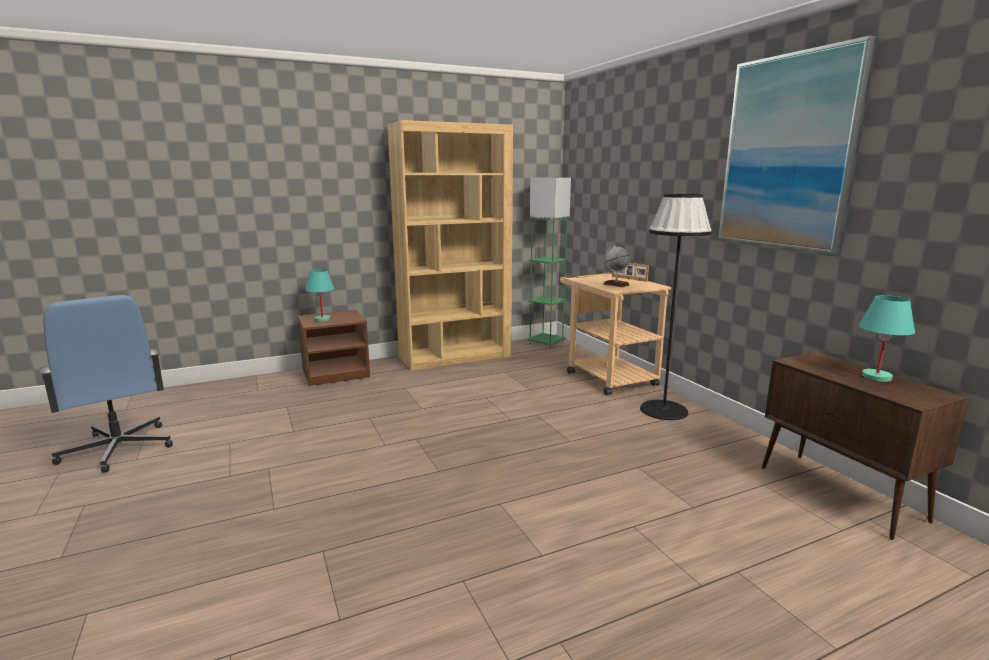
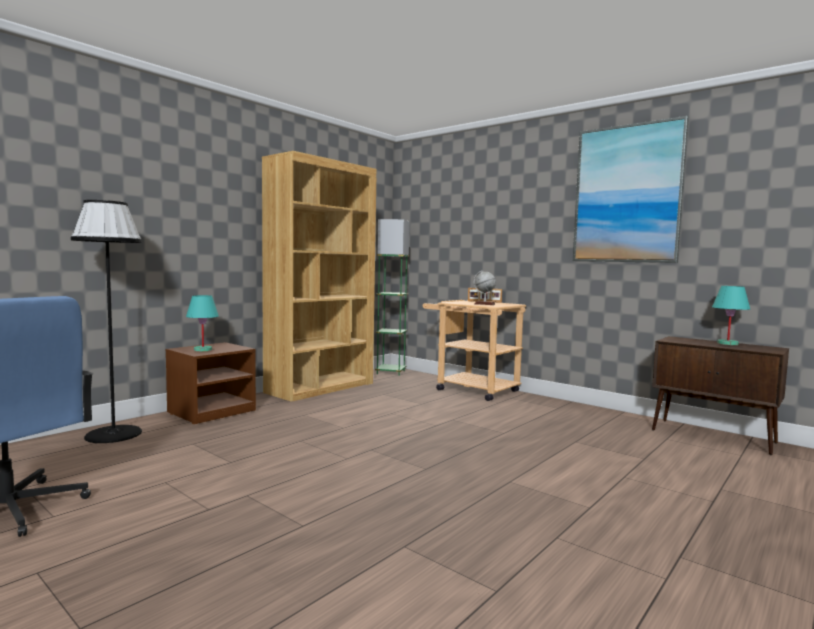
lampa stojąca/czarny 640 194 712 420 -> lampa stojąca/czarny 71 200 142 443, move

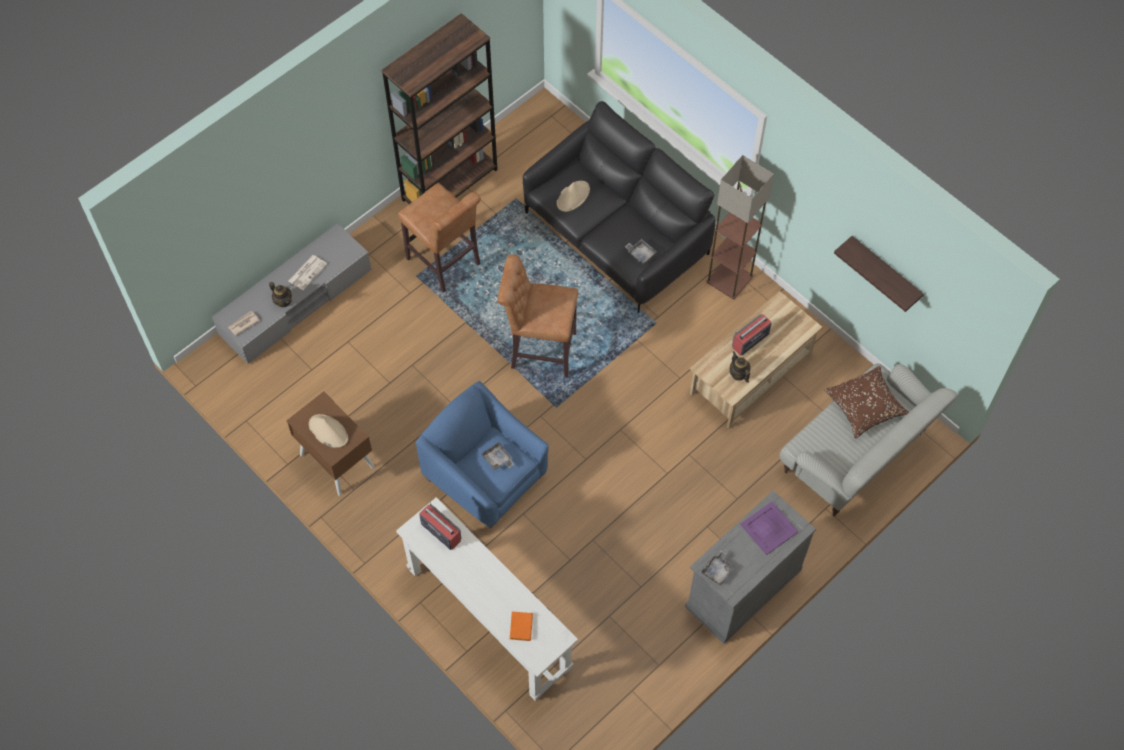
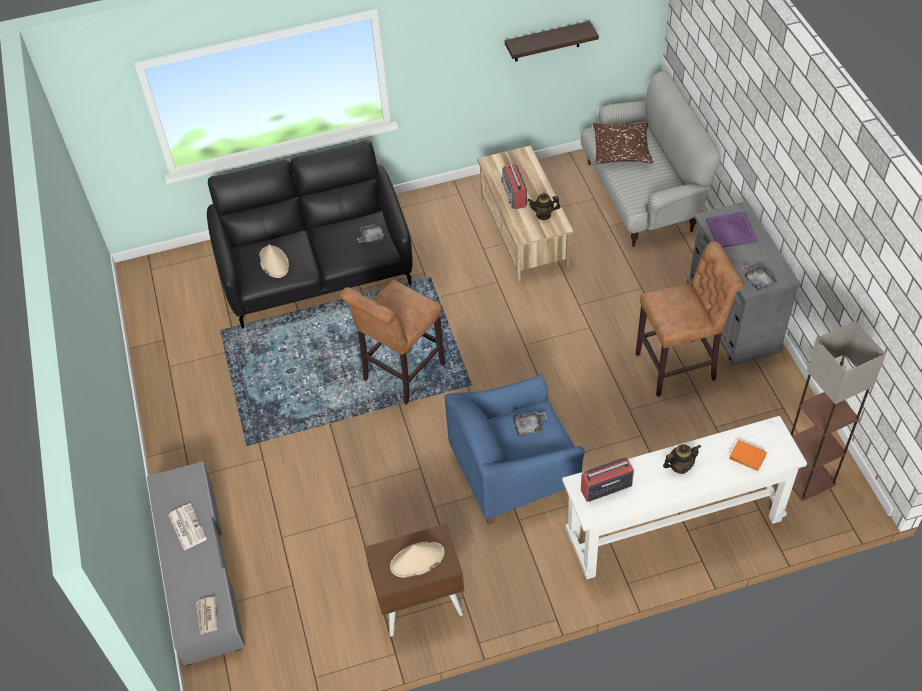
imbryk 269 282 292 307 -> imbryk 663 444 701 474, move
regał/brązowy 381 13 498 204 -> none
stołek/brązowy 398 183 481 293 -> stołek/brązowy 636 241 744 397, move
lampa stojąca 706 155 774 300 -> lampa stojąca 791 321 886 501, move

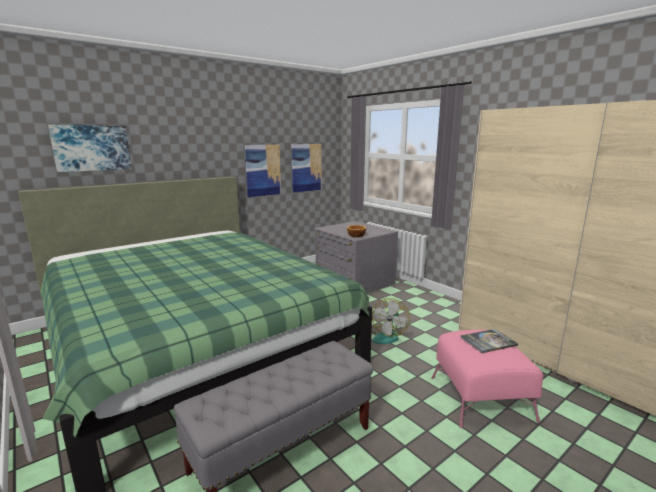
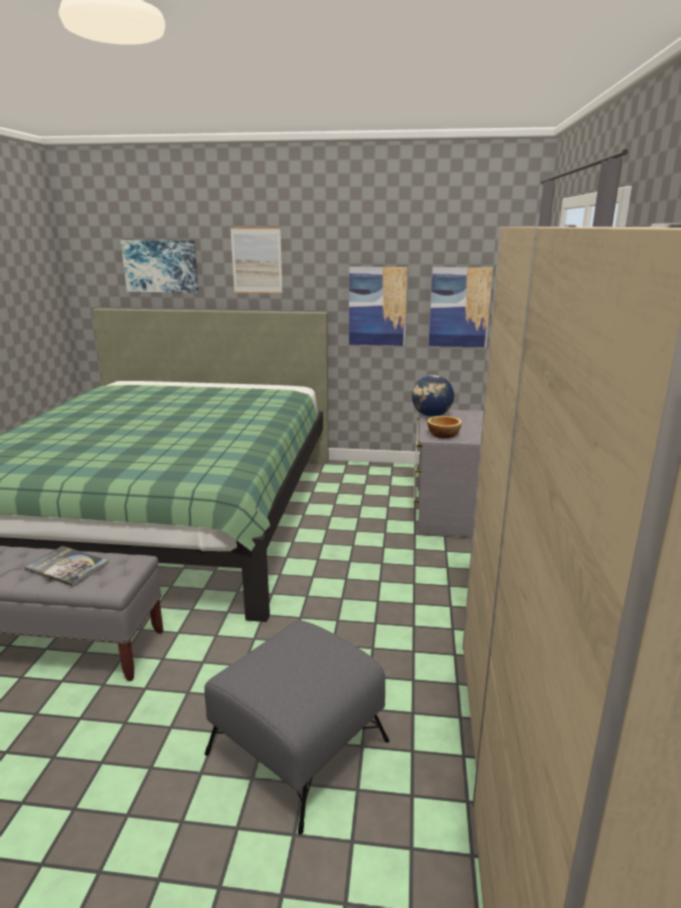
wentylator 371 298 410 344 -> none
pufa/różowy 431 330 543 428 -> pufa/szary 204 620 389 835
książka 460 329 518 353 -> książka 24 546 109 586, move
none -> obraz 230 227 283 294
none -> globus 412 375 454 417

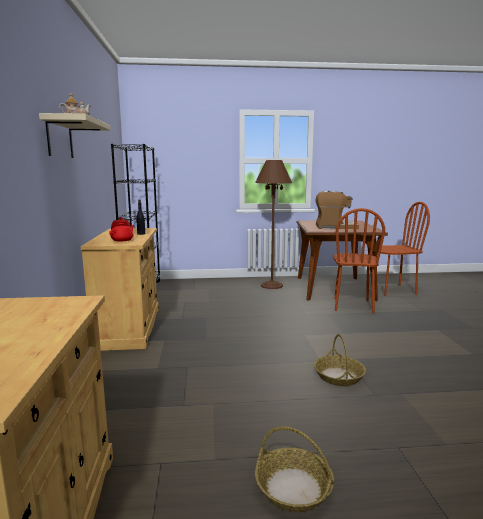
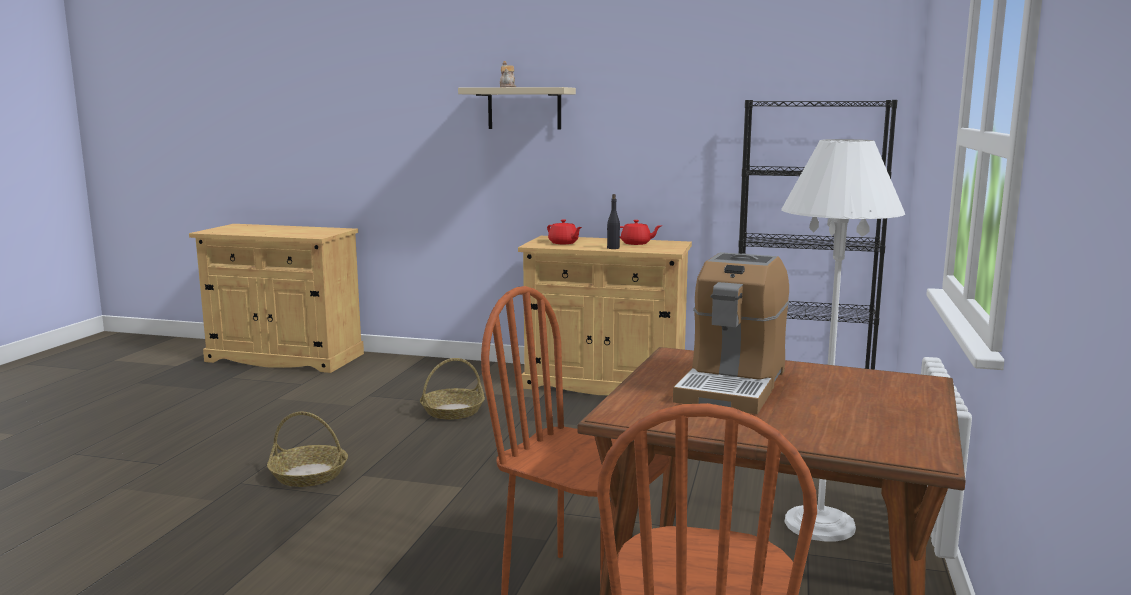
lampa stojąca/brązowy 255 160 292 289 -> lampa stojąca/biały 781 139 905 542
koszyk 255 426 334 512 -> koszyk 420 358 485 419, move

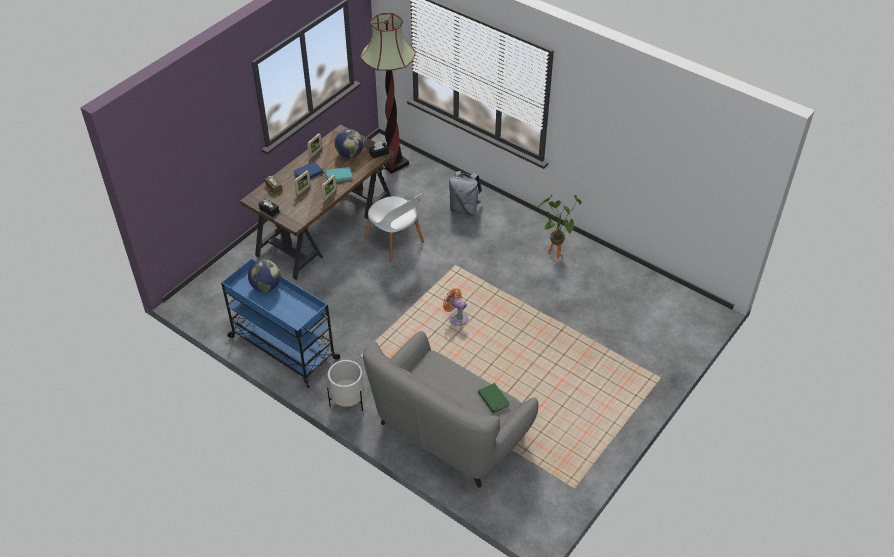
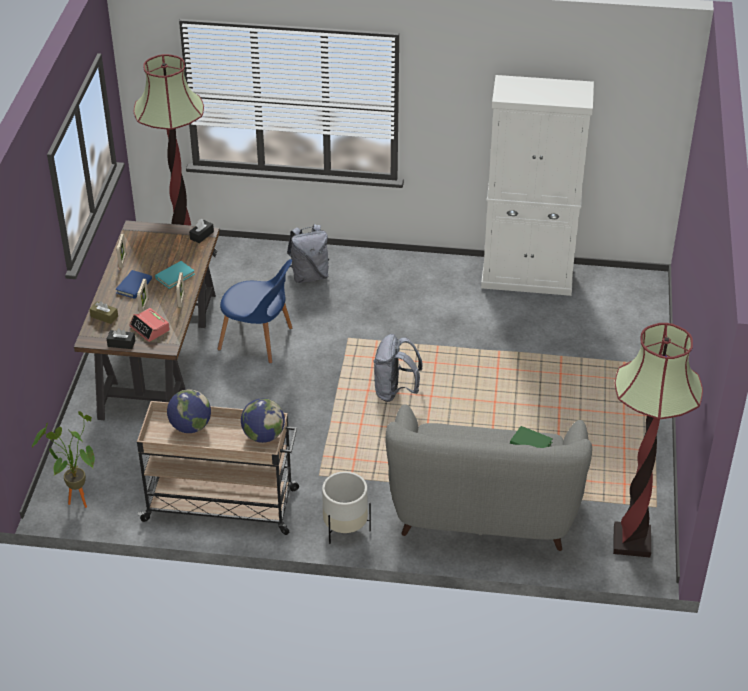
wózek/niebieski 221 258 340 388 -> wózek/beżowy 137 401 299 535
globus 335 129 363 158 -> globus 241 398 285 443, move
krzesło/biały 364 193 424 262 -> krzesło/niebieski 217 259 292 363
wentylator/pomarańczowy 443 288 468 326 -> plecak/szary 373 334 423 402
roślina doniczkowa 538 195 582 259 -> roślina doniczkowa 32 411 95 508, move
none -> budzik 129 308 170 342
none -> szafka/biały 481 75 594 296
none -> lampa stojąca 613 323 703 557

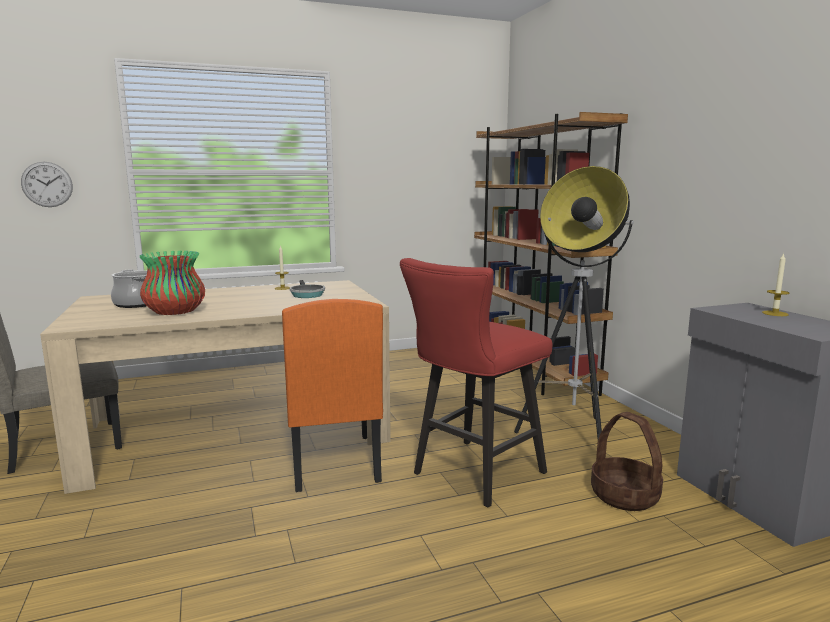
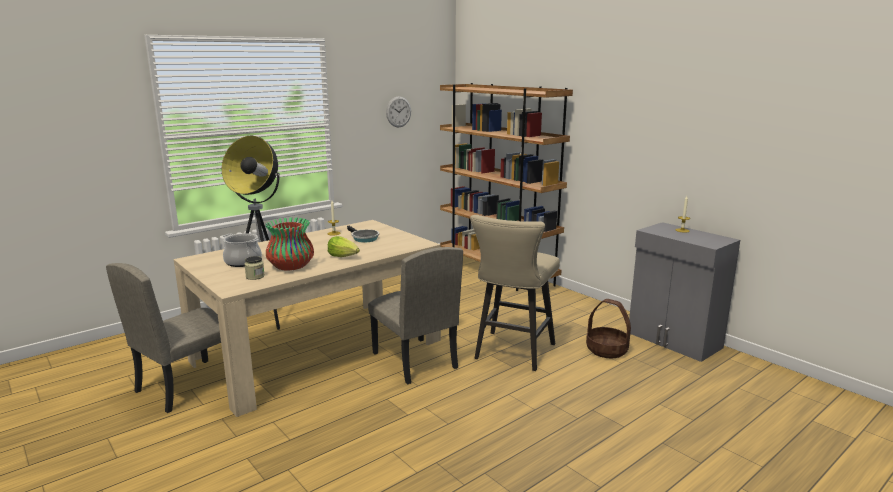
zegar ścienny 21 162 73 207 -> zegar ścienny 386 96 411 127, move
krzesło/pomarańczowy 282 299 383 492 -> krzesło/beżowy 368 247 463 384
stołek/czerwony 400 258 552 507 -> stołek/beżowy 470 215 560 371
lampa stojąca 514 166 634 439 -> lampa stojąca 222 136 280 330, move
none -> słoik 244 256 265 280
none -> sałata 328 236 360 257

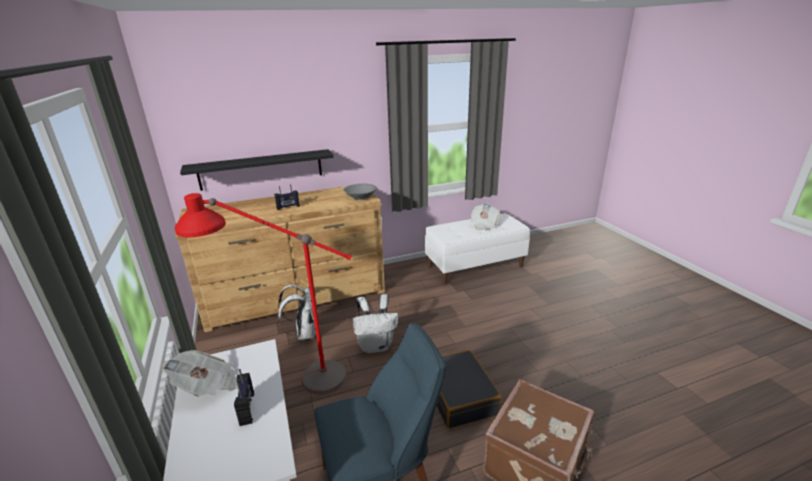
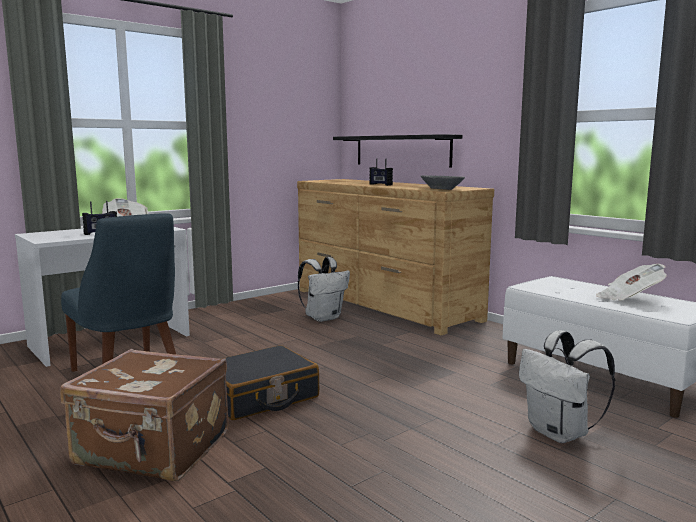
lampa stojąca/czerwony 175 193 352 395 -> none
plecak/biały 353 294 398 353 -> plecak/biały 519 330 616 443, move

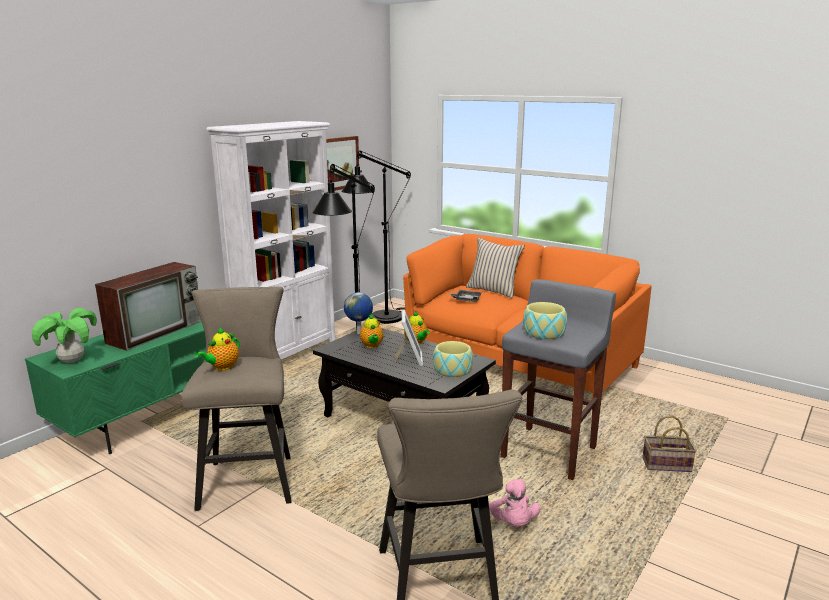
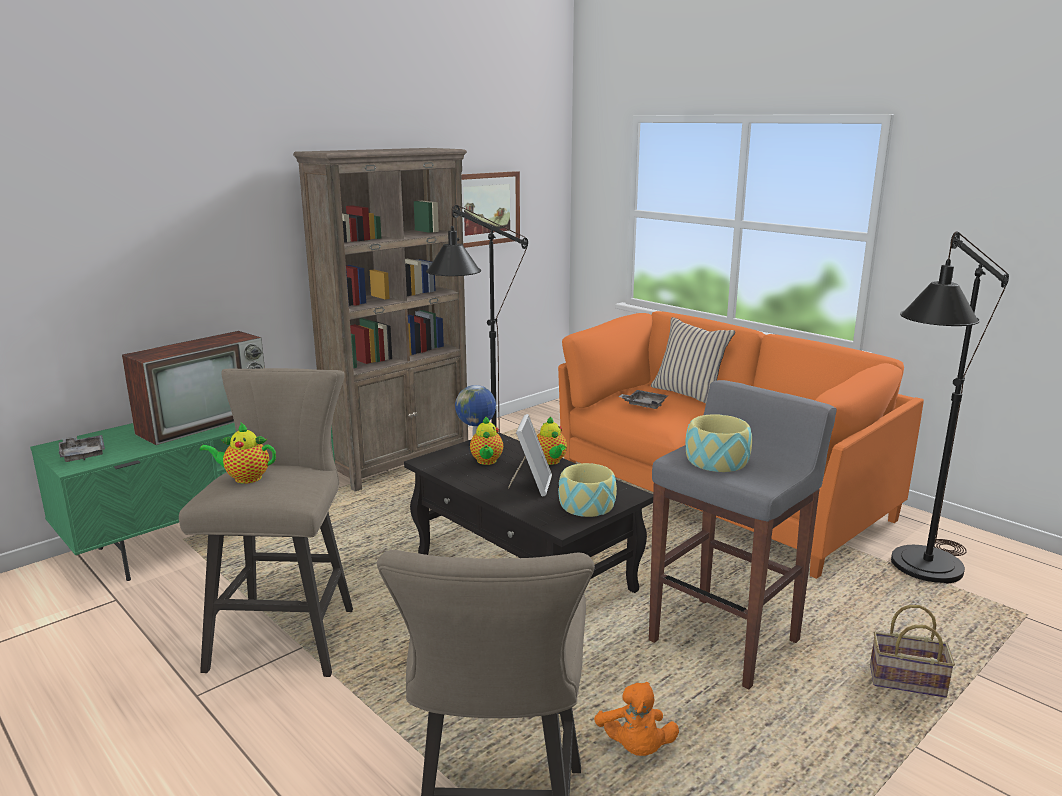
roślina doniczkowa 32 308 97 363 -> taca/szary 59 435 105 462
imbryk 195 327 239 371 -> imbryk 199 422 276 484, 45 degrees clockwise
regał/biały 207 121 336 359 -> regał/brązowy 293 148 468 492
lampa stojąca/czarny 341 151 411 324 -> lampa stojąca/czarny 891 231 1009 584, move
pluszak/różowy 489 478 540 527 -> pluszak/pomarańczowy 594 682 679 756

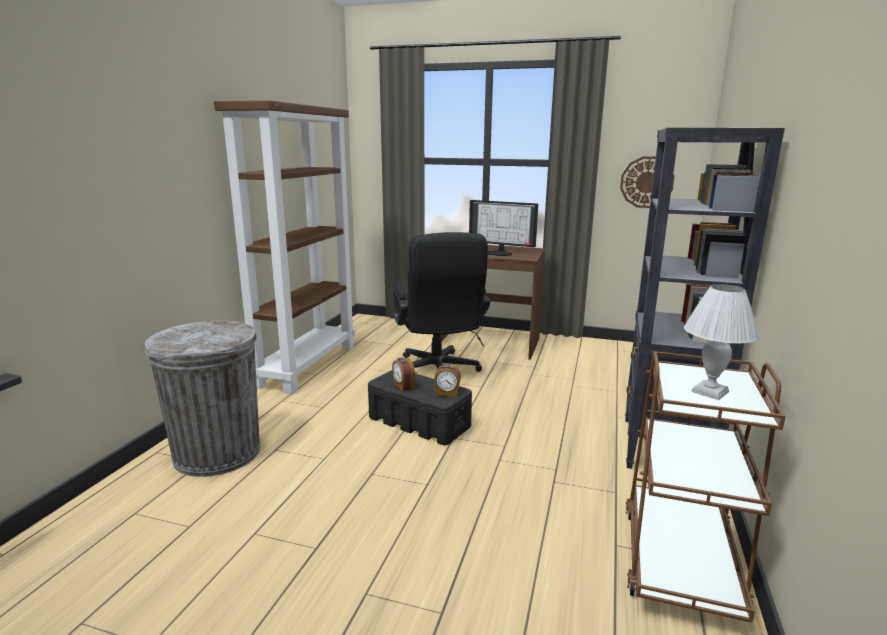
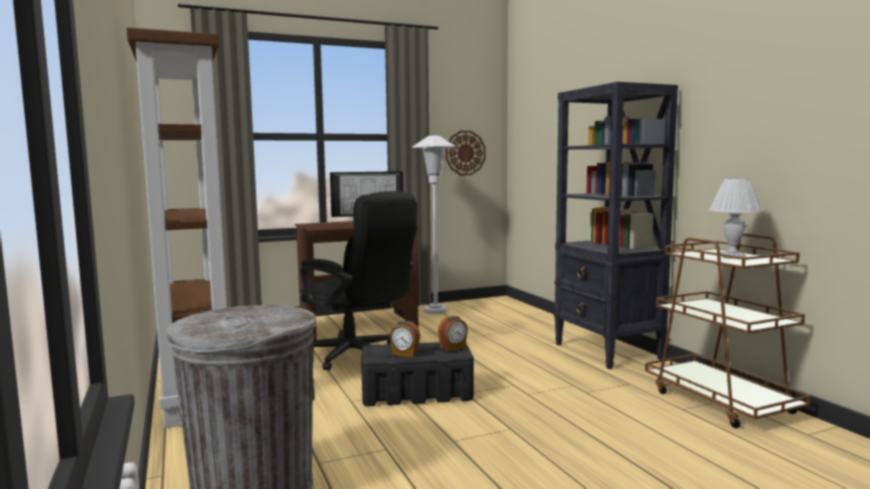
none -> lampa stojąca/biały 412 136 456 314

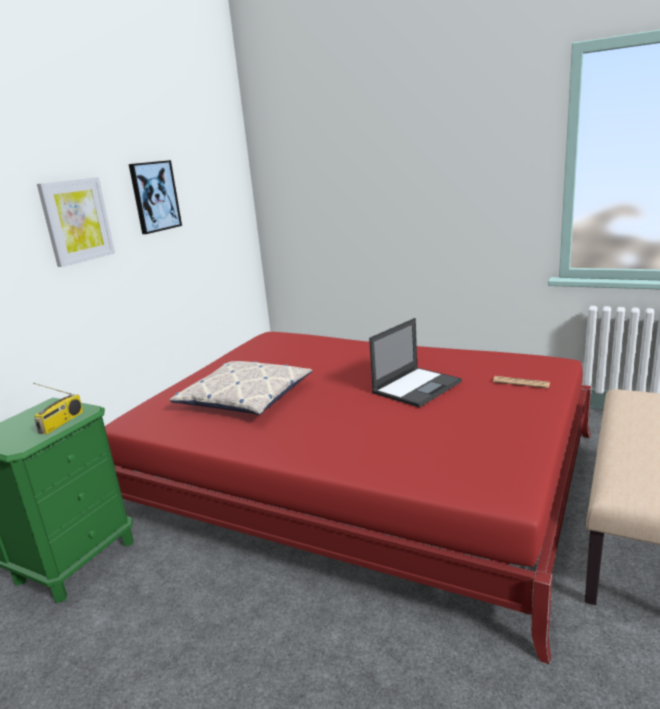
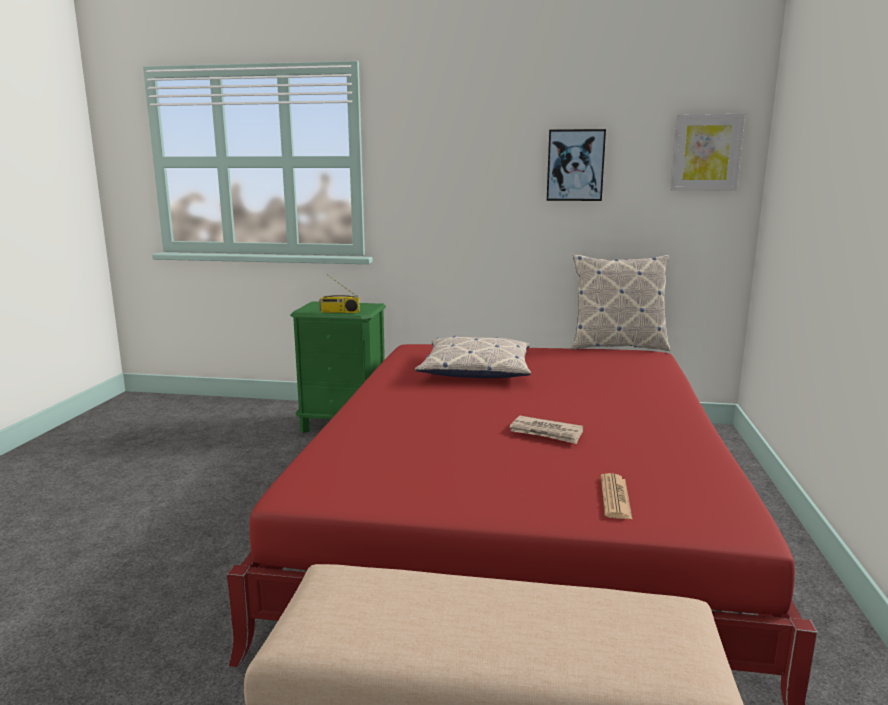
obraz 37 177 115 267 -> obraz 670 114 745 191, move
laptop 369 318 462 408 -> gazeta 509 416 583 444
none -> poduszka 571 254 670 351

